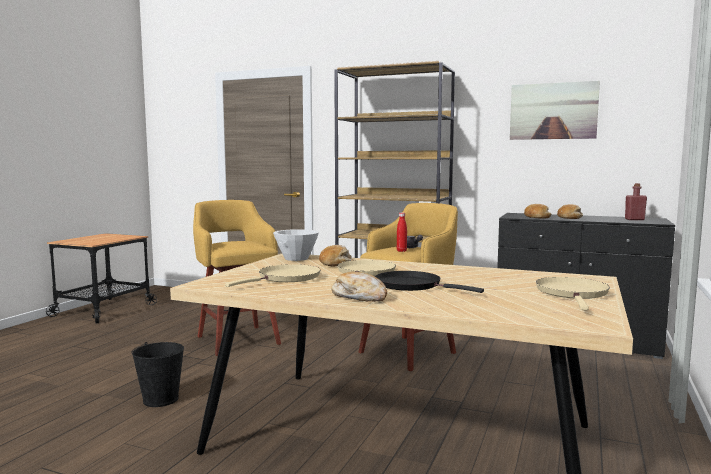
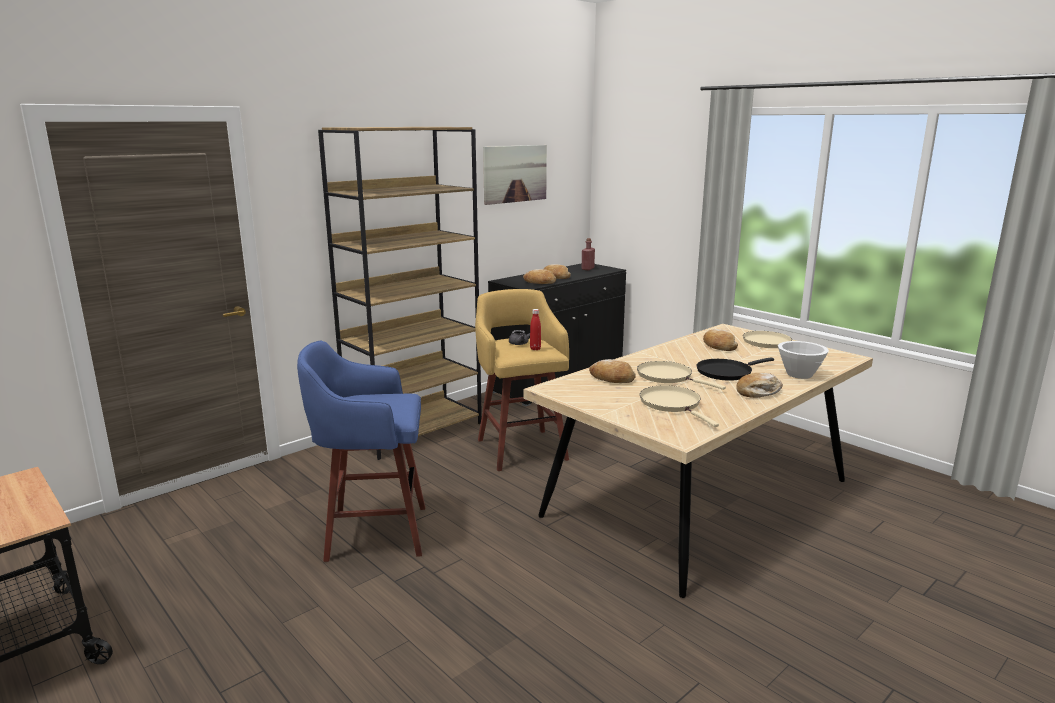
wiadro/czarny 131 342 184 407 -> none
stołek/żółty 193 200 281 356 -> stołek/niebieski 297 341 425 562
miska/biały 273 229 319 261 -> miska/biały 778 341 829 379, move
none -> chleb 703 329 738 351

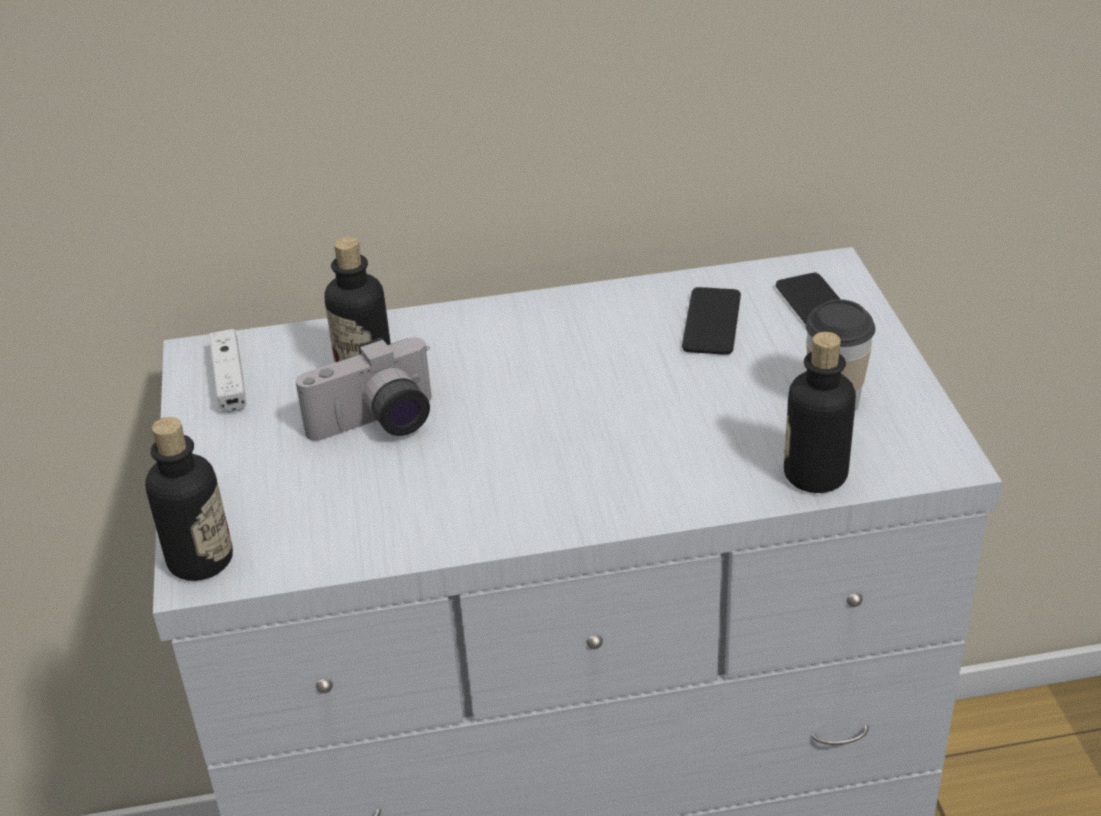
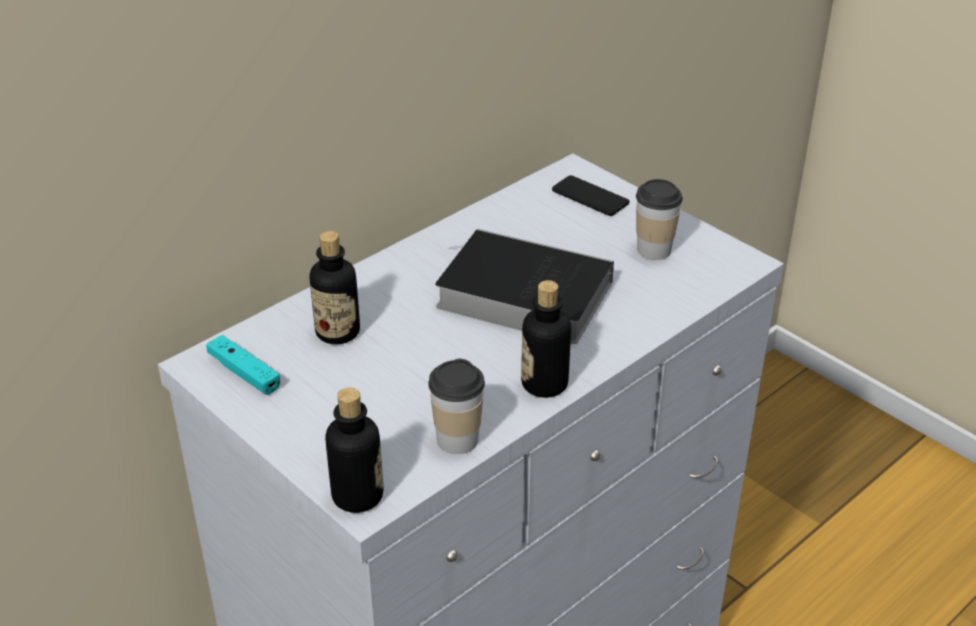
pad do gier/biały 209 329 246 412 -> pad do gier/turkusowy 206 335 280 395
aparat fotograficzny 296 337 431 441 -> none
telefon 682 287 741 355 -> none
butelka 784 332 856 493 -> butelka 521 280 571 398, move
none -> filiżanka 428 359 485 454
none -> książka 435 229 614 344

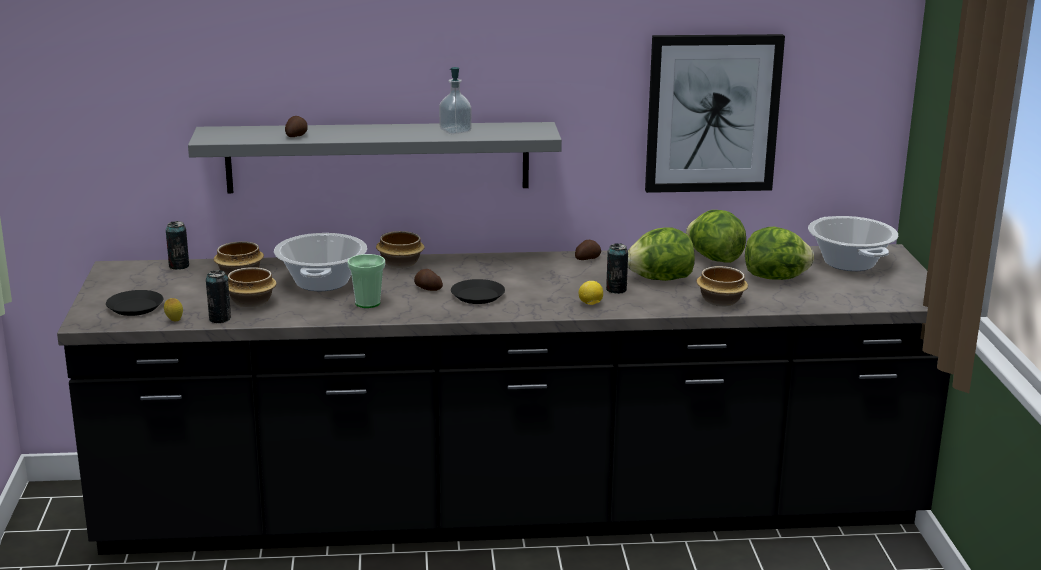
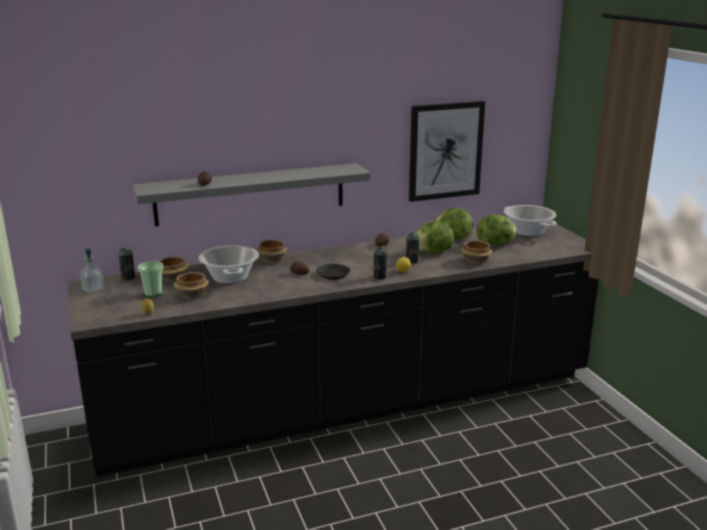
talerz/czarny 106 290 163 316 -> none
puszka 206 270 231 323 -> puszka 374 248 387 280, move
filiżanka 347 254 385 308 -> filiżanka 138 261 163 297, move
dozownik mydła 439 67 472 134 -> dozownik mydła 80 248 104 293, move

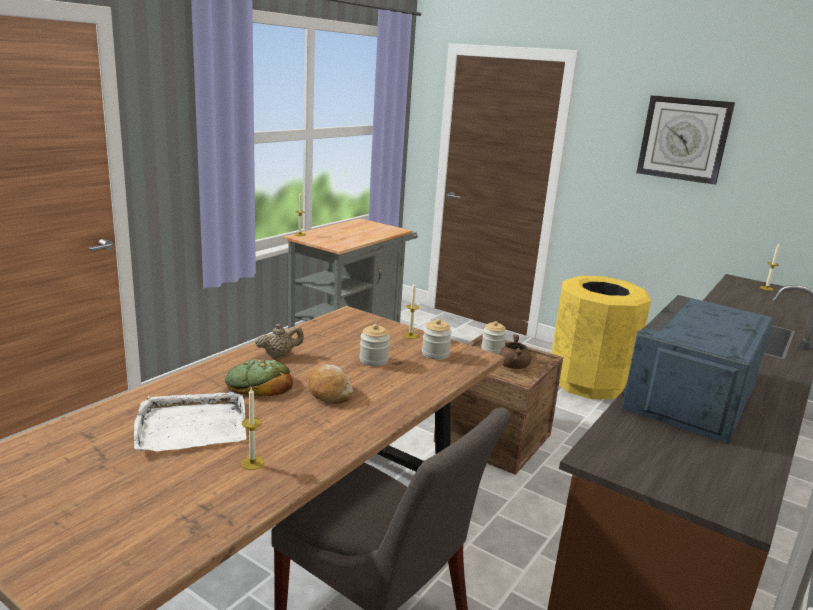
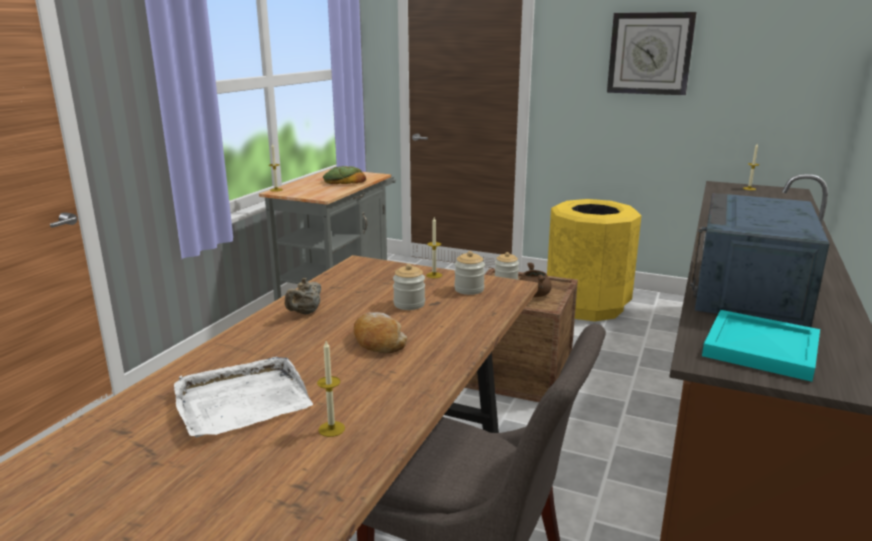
chleb 225 359 293 396 -> chleb 323 166 366 184, move
imbryk/beżowy 255 324 304 357 -> imbryk/beżowy 285 278 321 315, 150 degrees clockwise
none -> taca/turkusowy 702 310 820 382

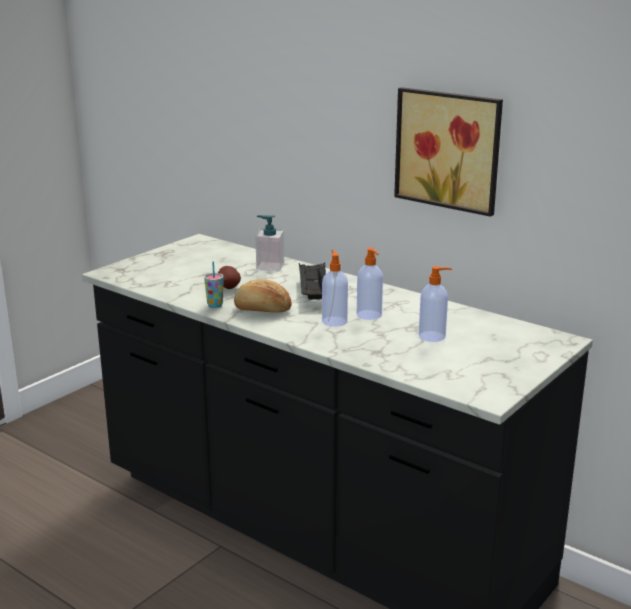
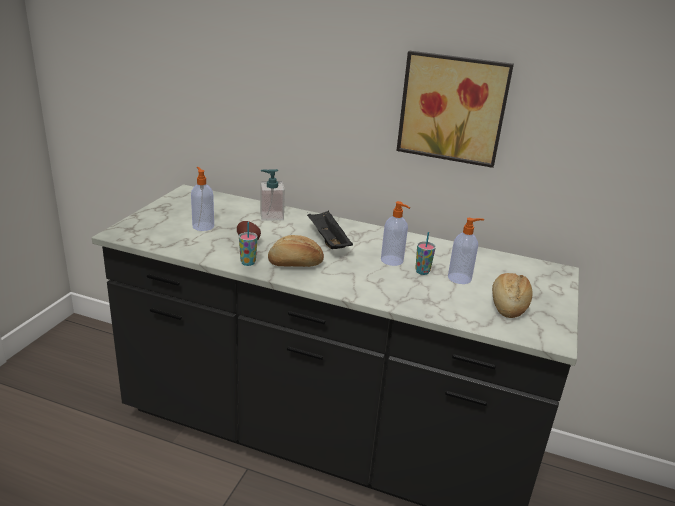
dozownik mydła 322 250 348 327 -> dozownik mydła 191 167 214 231, move
none -> filiżanka 415 232 436 275
none -> chleb 492 273 532 318

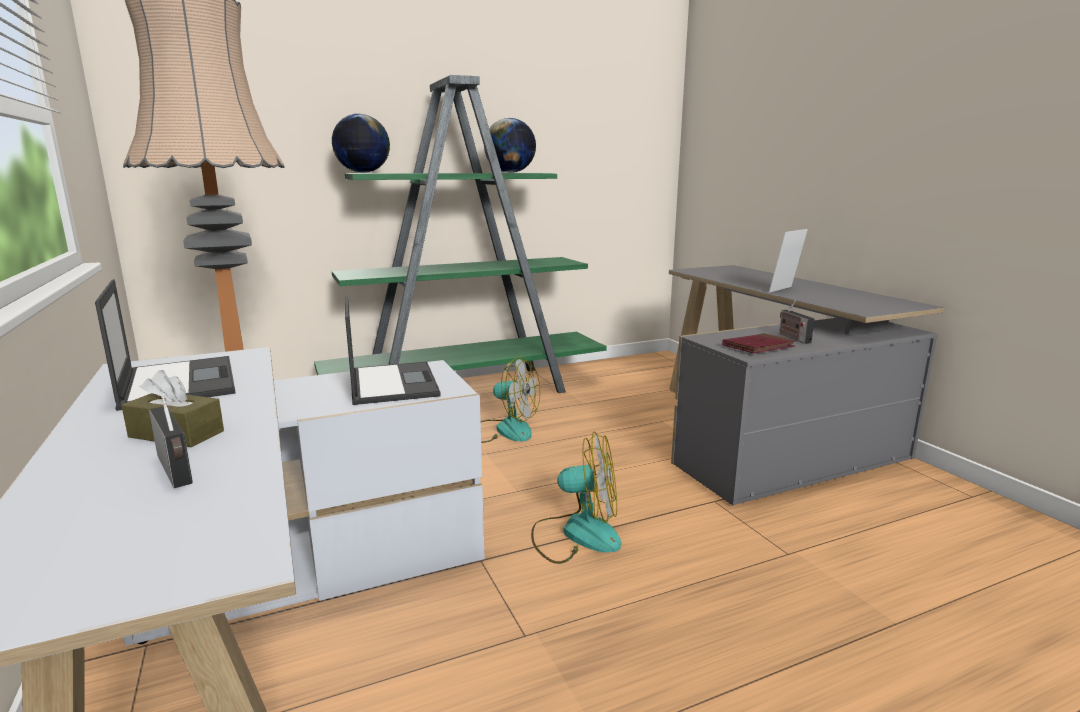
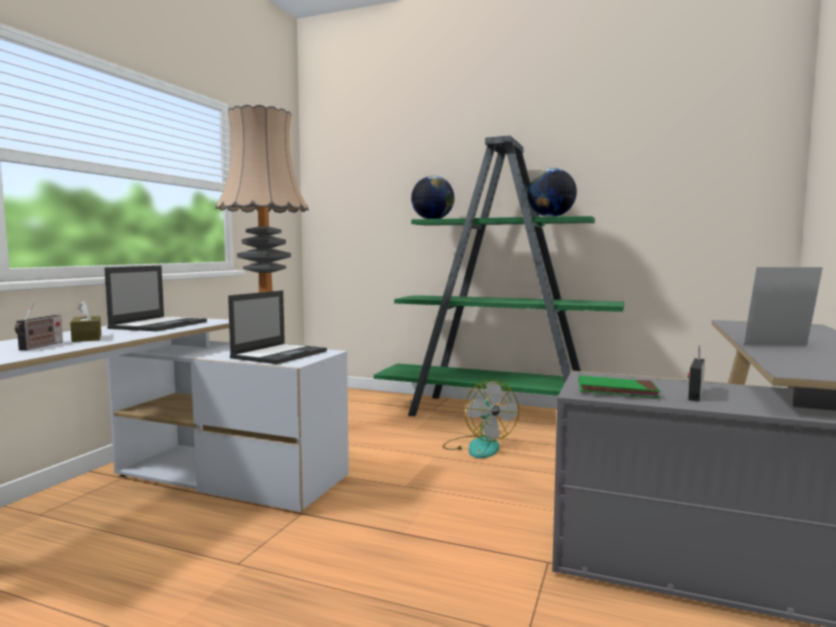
wentylator 531 431 621 564 -> none
książka/czerwony 722 333 795 353 -> książka/zielony 579 375 660 398

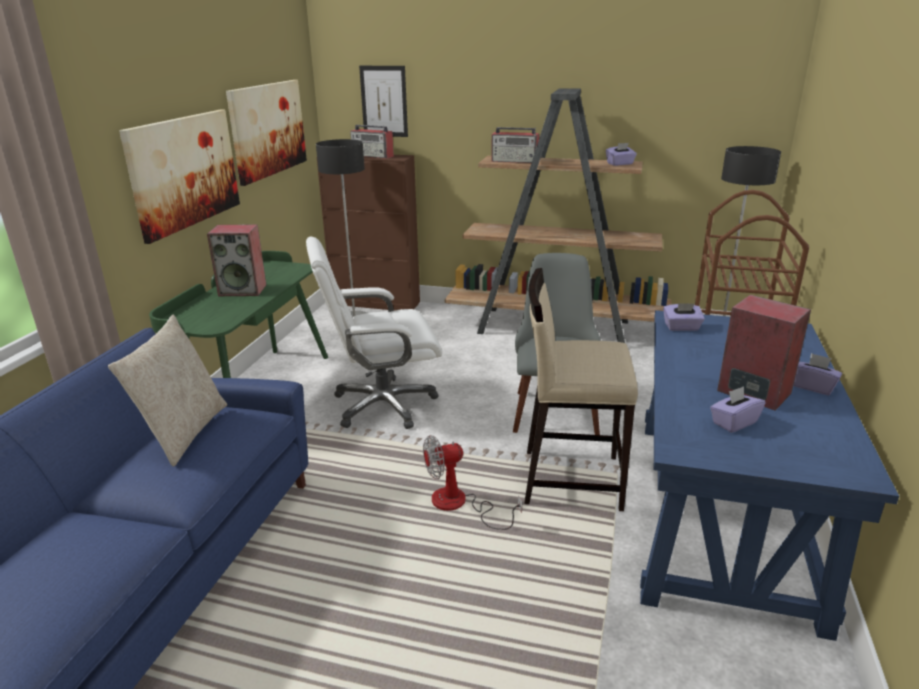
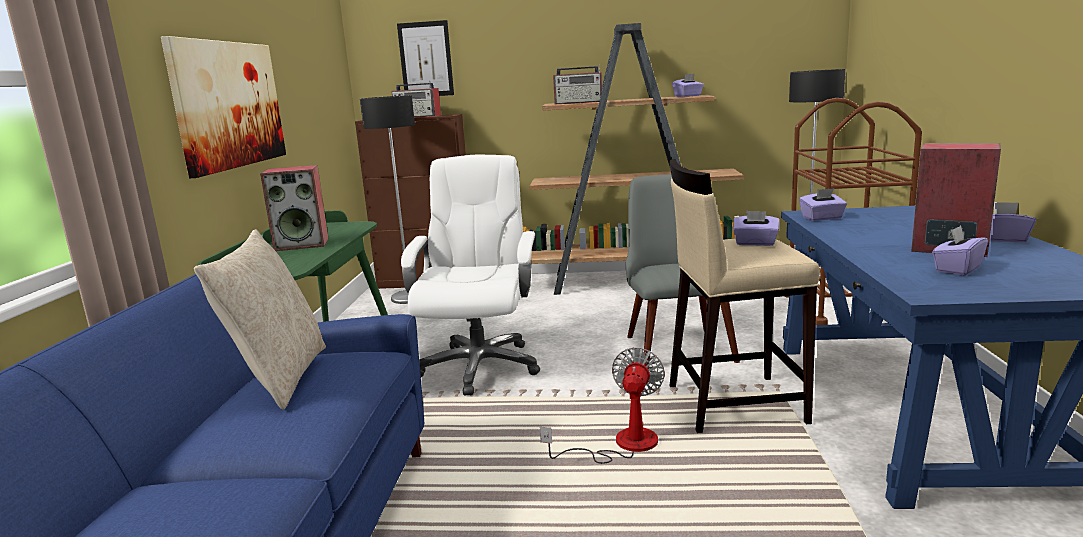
obraz 226 80 307 186 -> none
krzesło biurowe/biały 306 236 442 429 -> krzesło biurowe/biały 401 155 540 395, 120 degrees clockwise
wentylator 423 435 522 530 -> wentylator 540 347 665 464, 135 degrees clockwise
none -> pudełko chusteczek/fioletowy 733 211 779 246

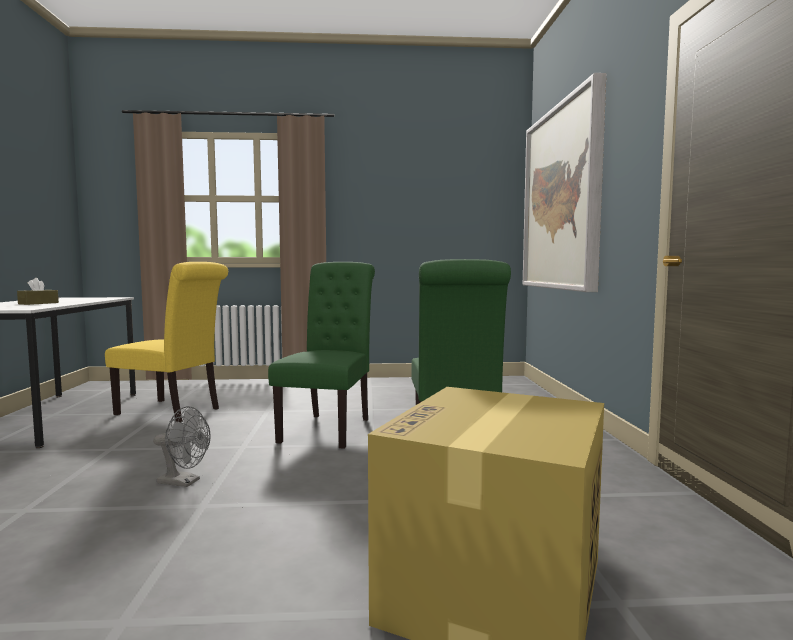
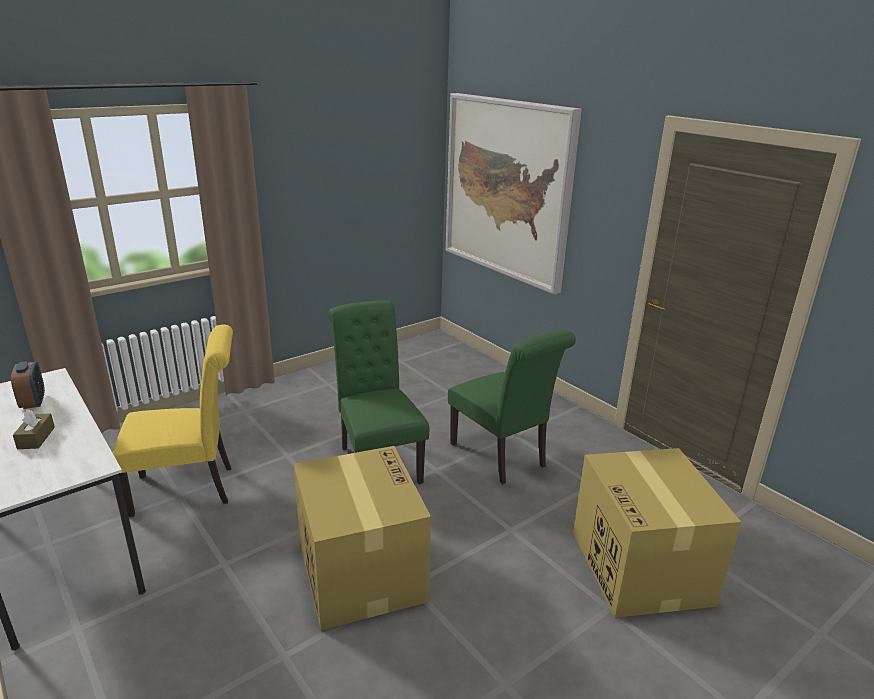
wentylator/szary 153 406 210 487 -> karton 293 446 431 630
none -> budzik 11 362 45 409

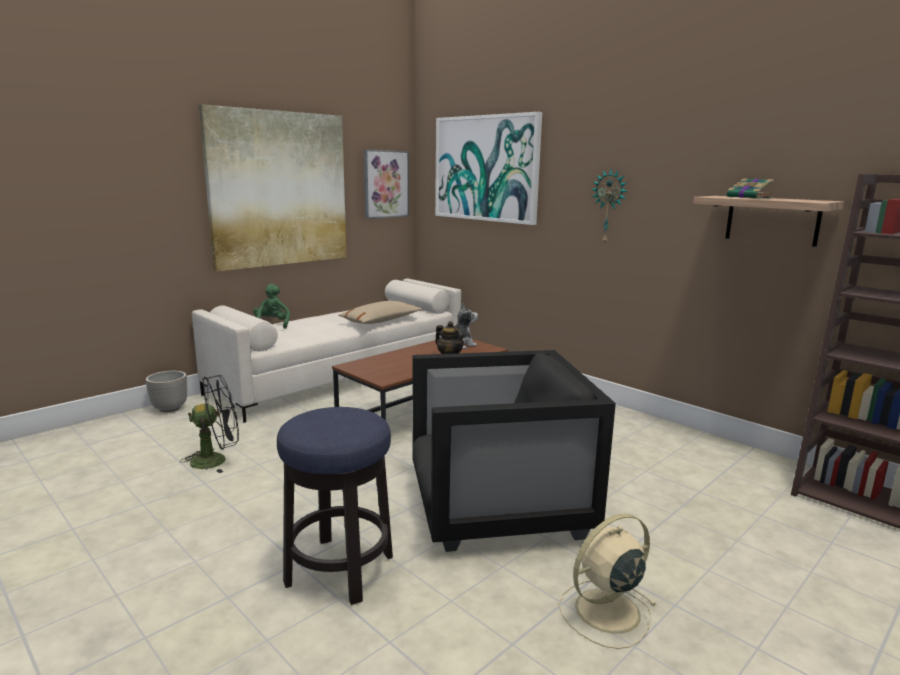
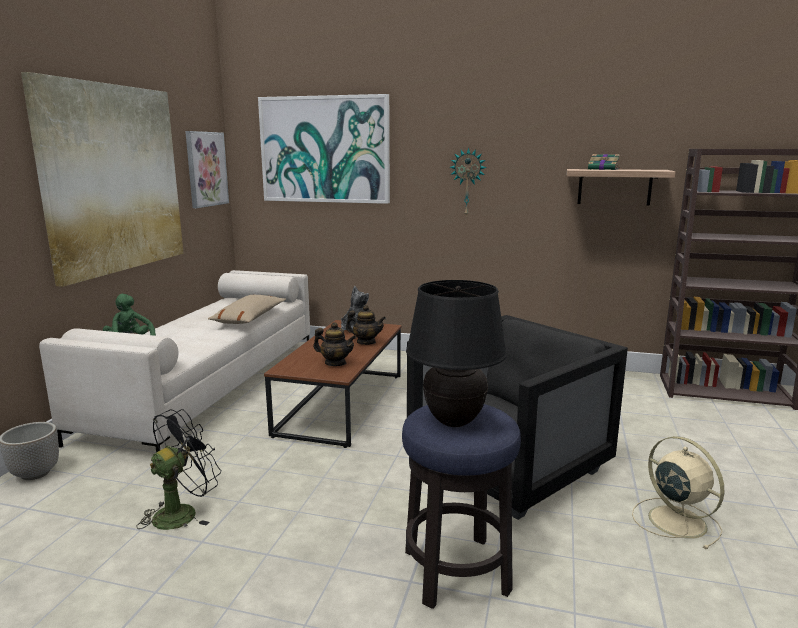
wentylator/beżowy 559 514 656 649 -> wentylator/beżowy 632 436 724 549, 120 degrees clockwise
none -> imbryk 313 322 356 366
none -> lampa stołowa/czarny 406 280 507 427

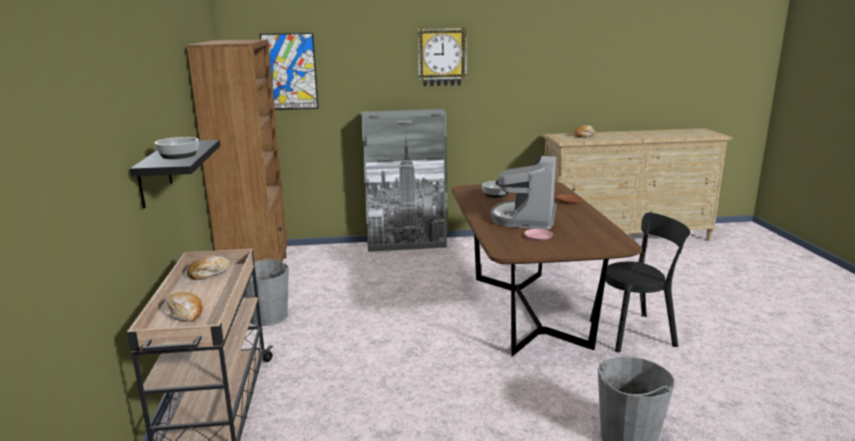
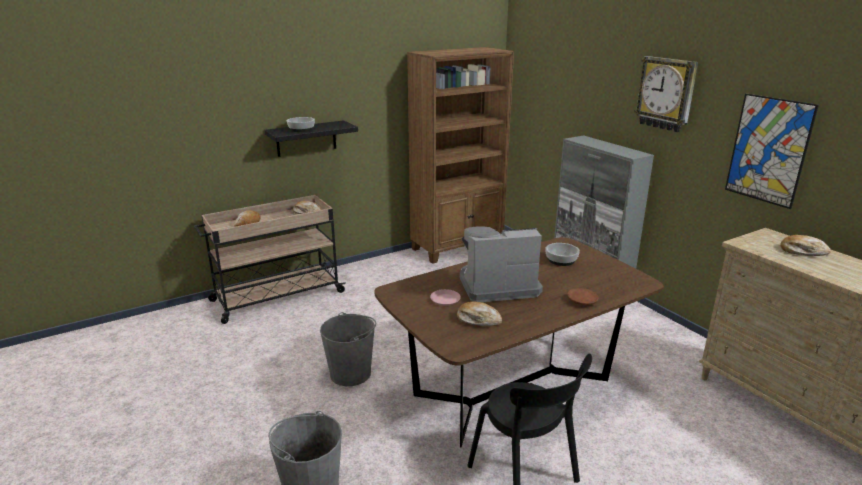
wiadro/szary 243 259 289 326 -> wiadro/szary 320 312 376 386, move
obraz 260 33 319 110 -> obraz 725 94 819 209, move
none -> chleb 457 301 502 326

